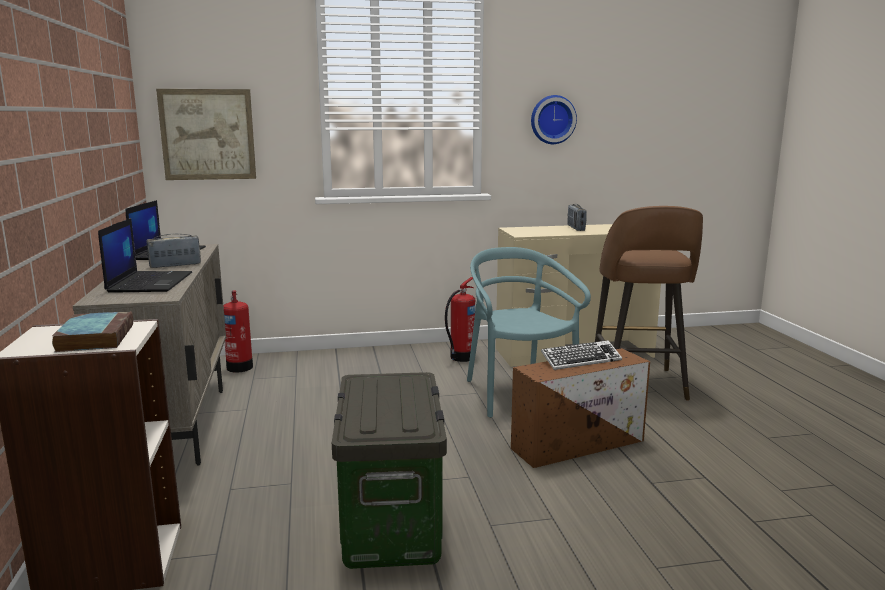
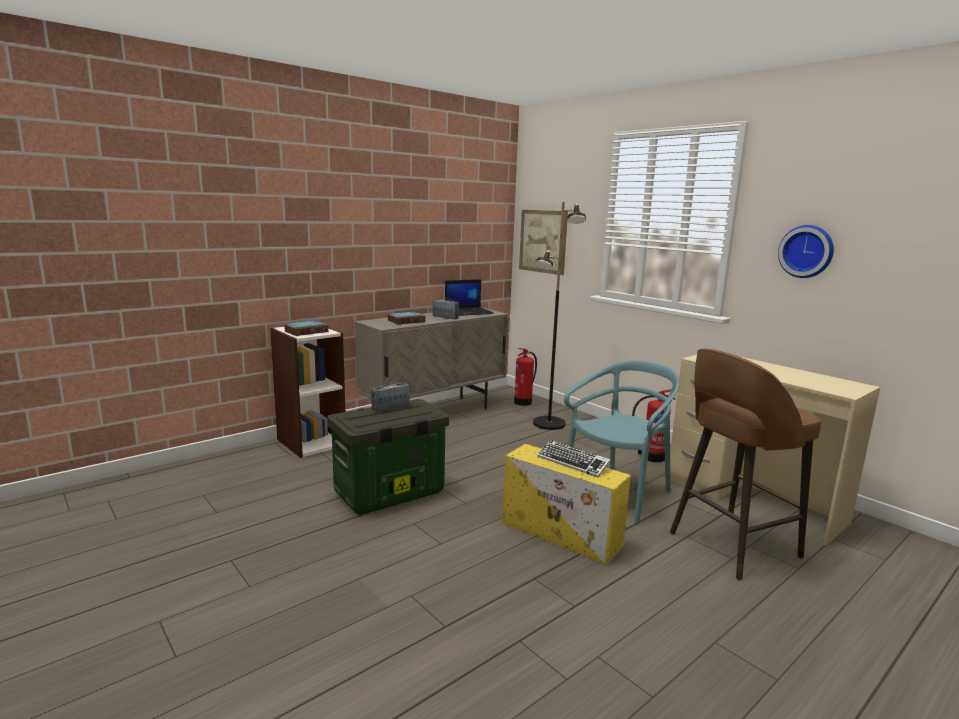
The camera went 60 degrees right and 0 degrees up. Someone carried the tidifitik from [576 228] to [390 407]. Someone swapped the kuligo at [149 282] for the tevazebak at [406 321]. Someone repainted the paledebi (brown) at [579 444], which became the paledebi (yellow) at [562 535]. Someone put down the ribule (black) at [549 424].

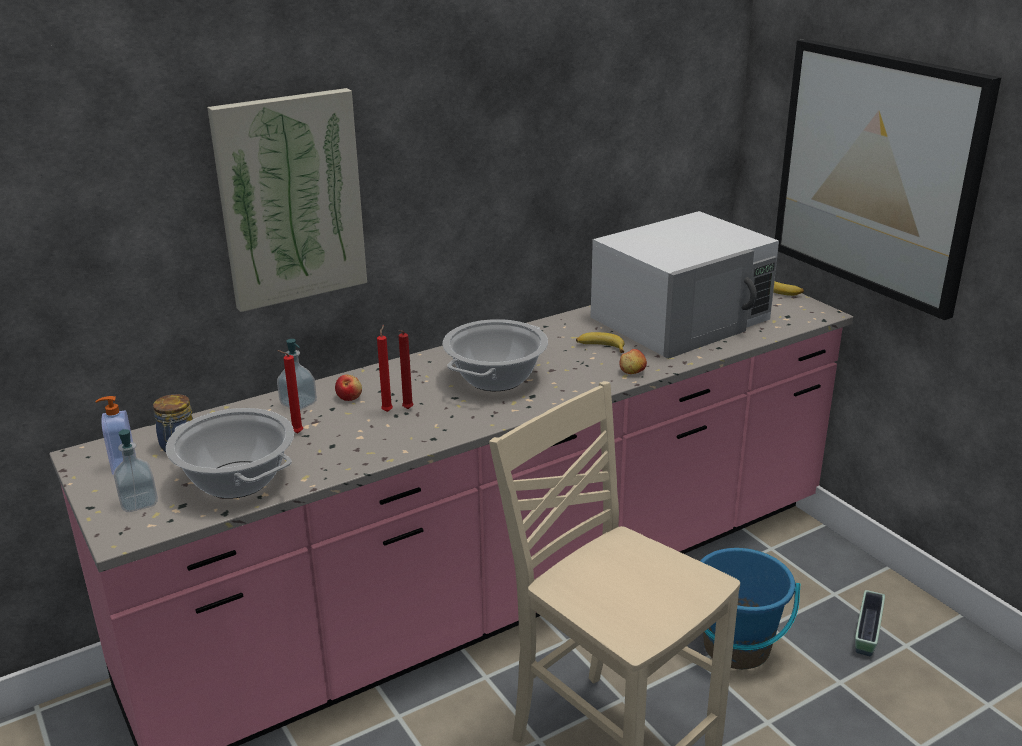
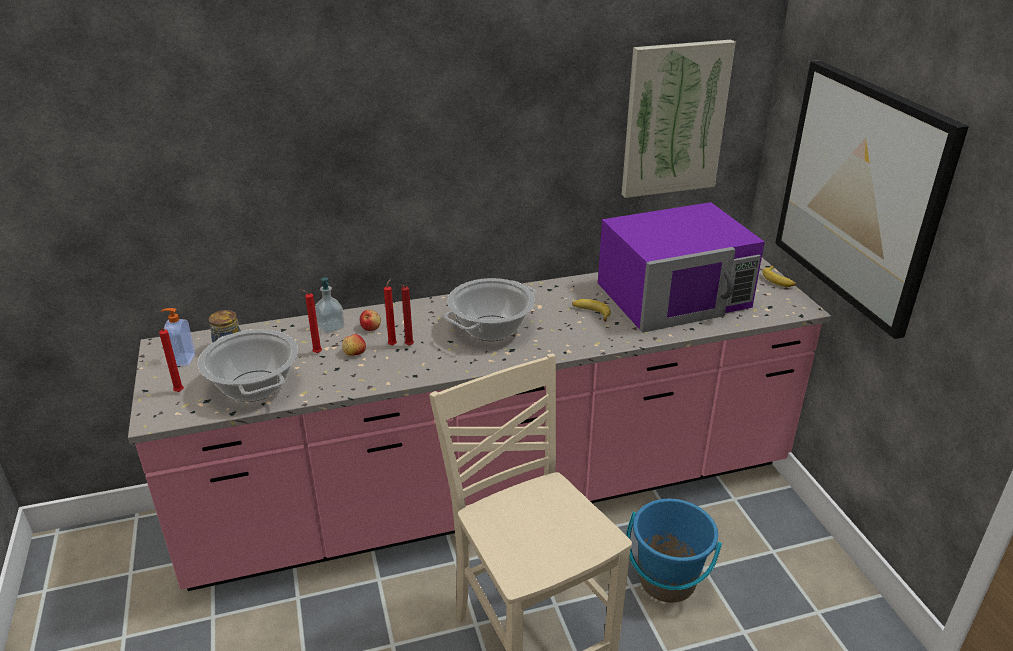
The camera went 15 degrees right and 5 degrees up. Someone carried the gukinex from [290 199] to [674 119]. Someone repainted the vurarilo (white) at [682 318], which became the vurarilo (purple) at [674 295]. Someone carried the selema from [632 372] to [354 353]. Someone swapped the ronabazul at [139 502] for the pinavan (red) at [179 393]. Someone took away the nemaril at [867 631].

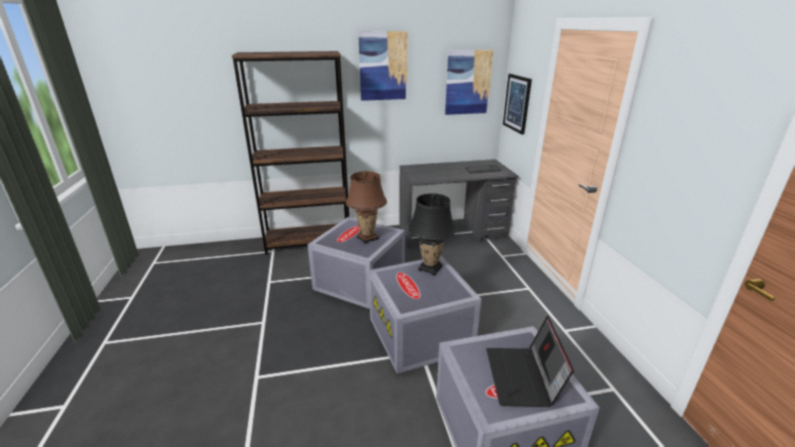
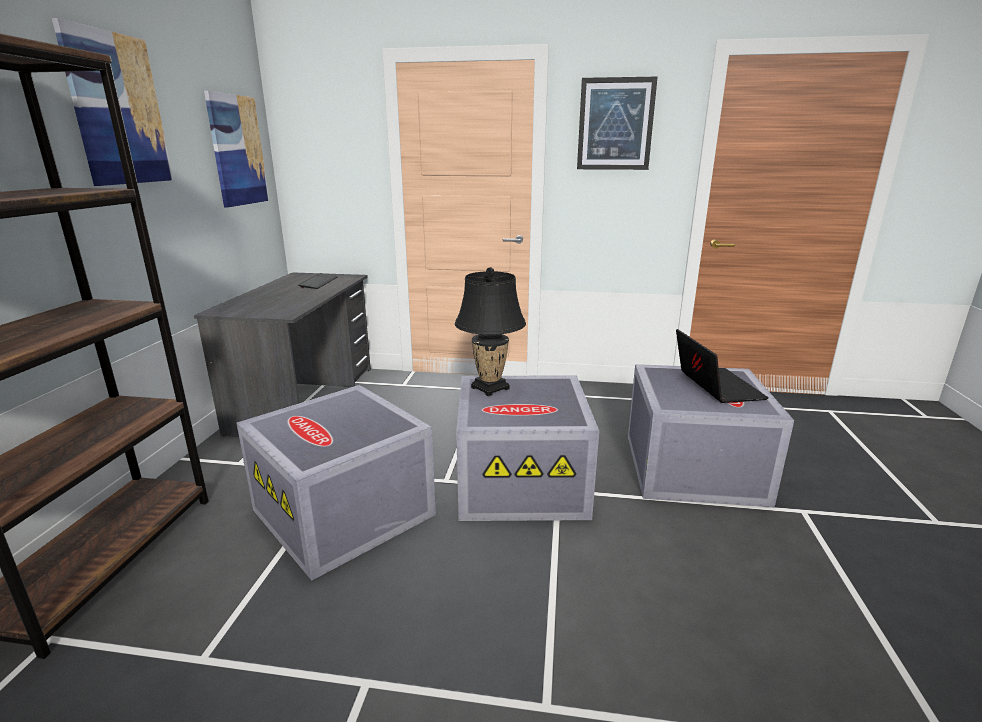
The camera went 70 degrees left and 5 degrees down. Someone carried the gukinex from [517 103] to [615 124]. Someone took away the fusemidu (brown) at [367 238]. Someone rotated the kuligo at [523 378] by 120 degrees counterclockwise.

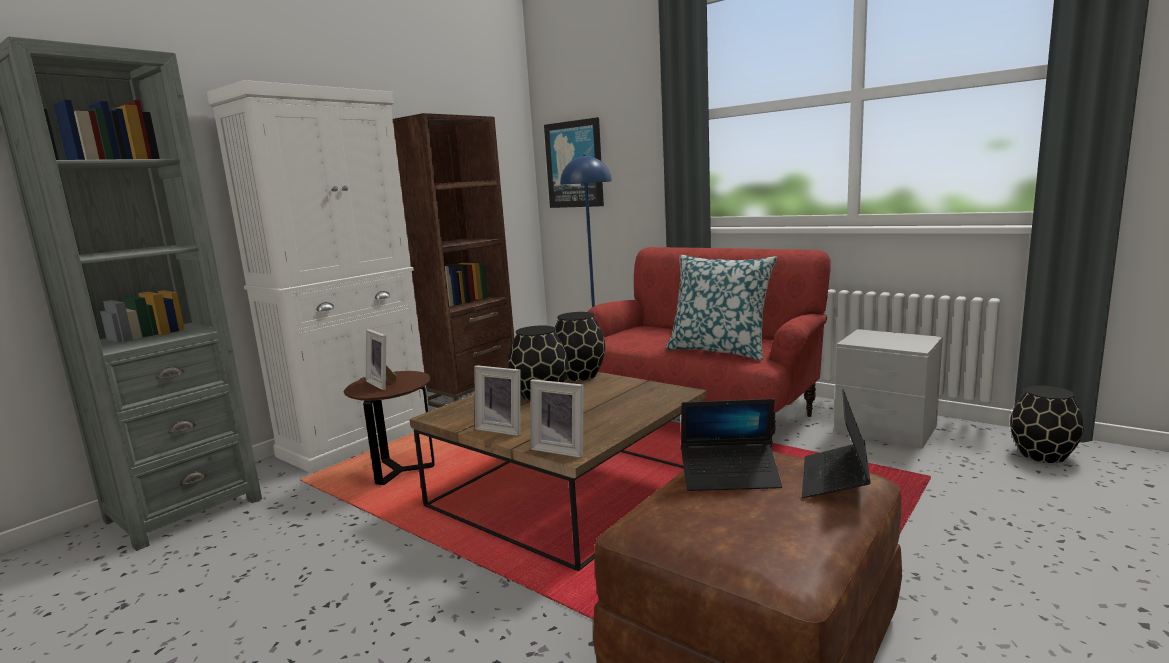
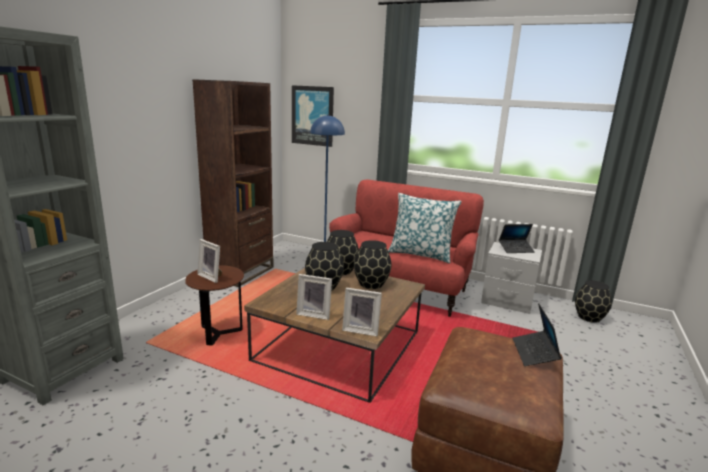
The camera went 15 degrees left and 5 degrees up. Someone took away the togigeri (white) at [358 439]. Someone carried the kuligo from [730 476] to [516 249]. Someone put down the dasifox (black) at [371 284].

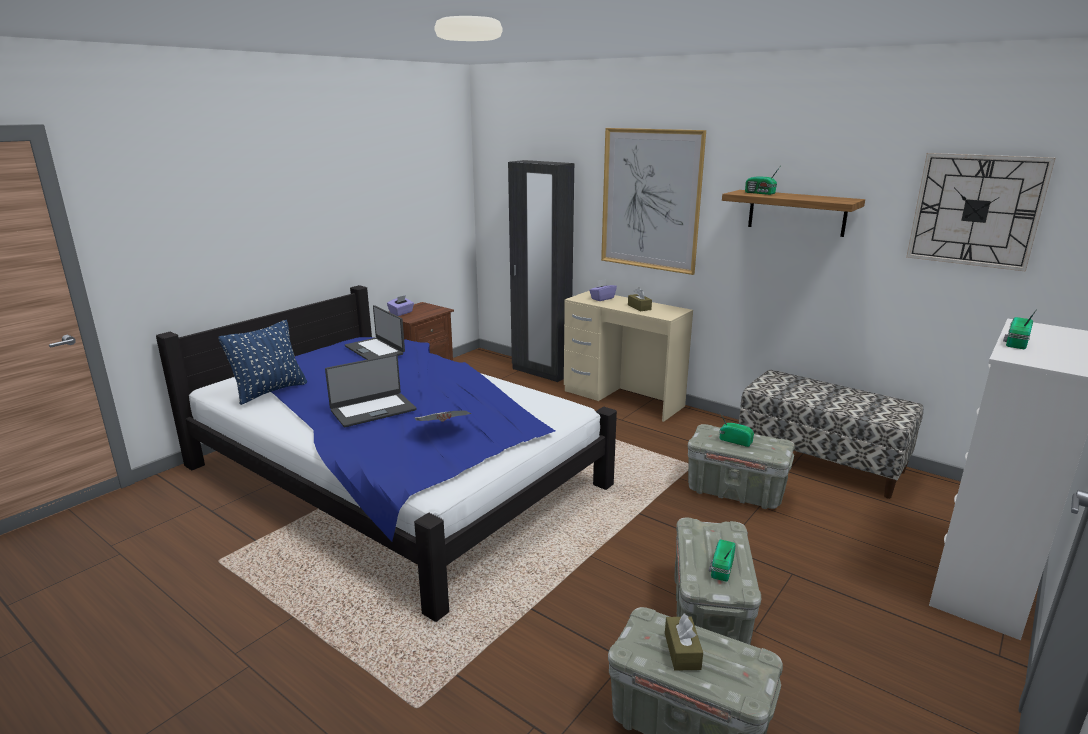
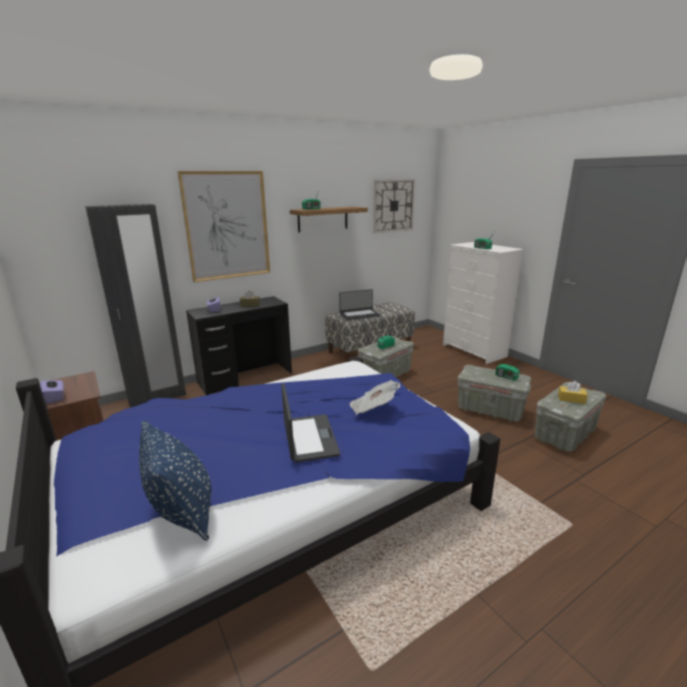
The camera went 70 degrees left and 0 degrees up. Someone repainted the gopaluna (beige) at [623 398], which became the gopaluna (black) at [245 377]. Someone carried the kuligo from [375 350] to [359 314]. Someone repainted the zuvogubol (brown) at [682 651], which became the zuvogubol (yellow) at [571 399].

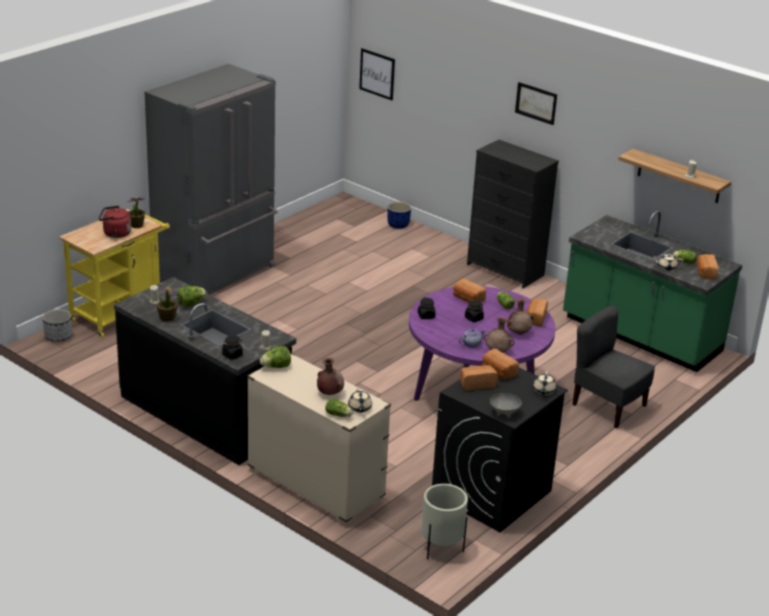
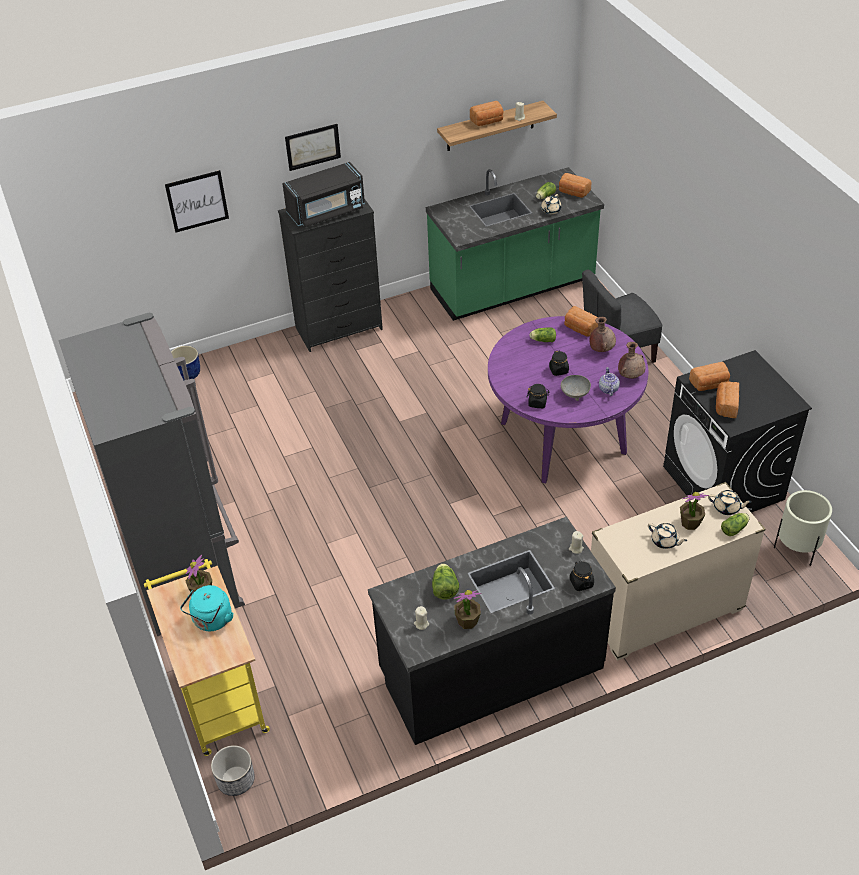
The camera went 60 degrees left and 15 degrees up. Someone carried the gukinex from [377 74] to [197 201]. Someone repainted the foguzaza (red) at [115 233], which became the foguzaza (turquoise) at [211 621]. Someone carried the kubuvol from [467 299] to [487 121]. Someone took away the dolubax at [276 367]. Someone swapped the dasifox (brown) at [329 393] for the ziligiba at [690 523]. Someone carried the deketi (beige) from [544 391] to [665 541]. Someone carried the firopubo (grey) from [505 412] to [575 394]. Someone put down the vurarilo (black) at [326 211].

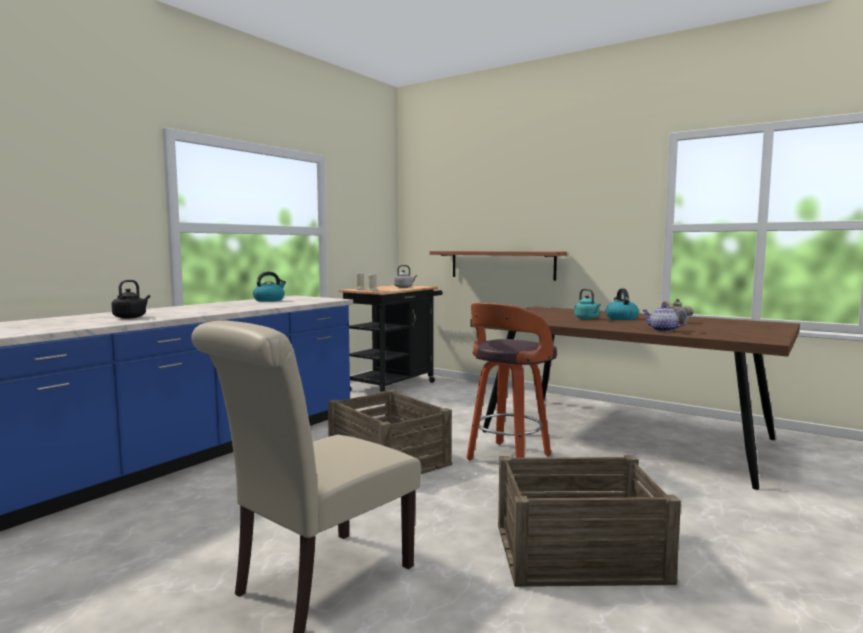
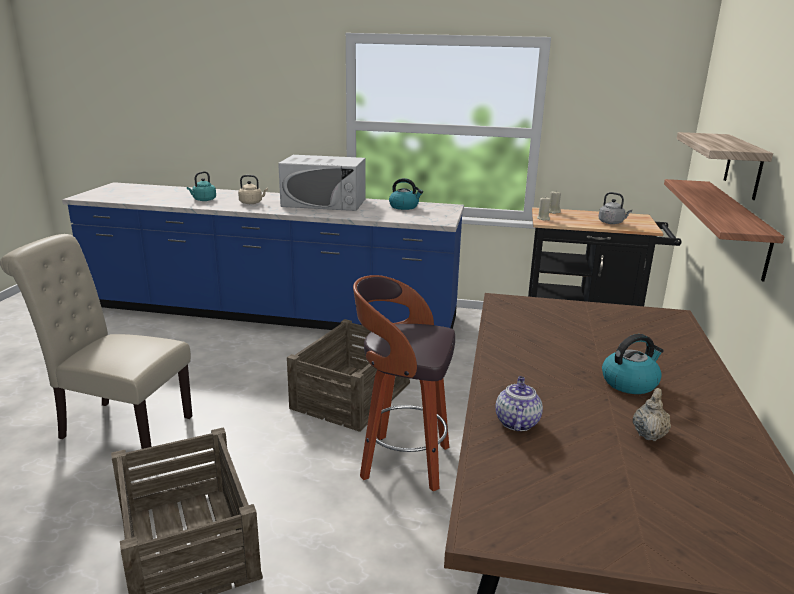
The camera went 65 degrees right and 15 degrees up. Someone repainted the foguzaza (black) at [131 317], which became the foguzaza (beige) at [252 203]. Someone carried the foguzaza (turquoise) from [587 318] to [203 200]. Someone put up the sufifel at [744 166]. Someone put down the vurarilo (white) at [324 202].

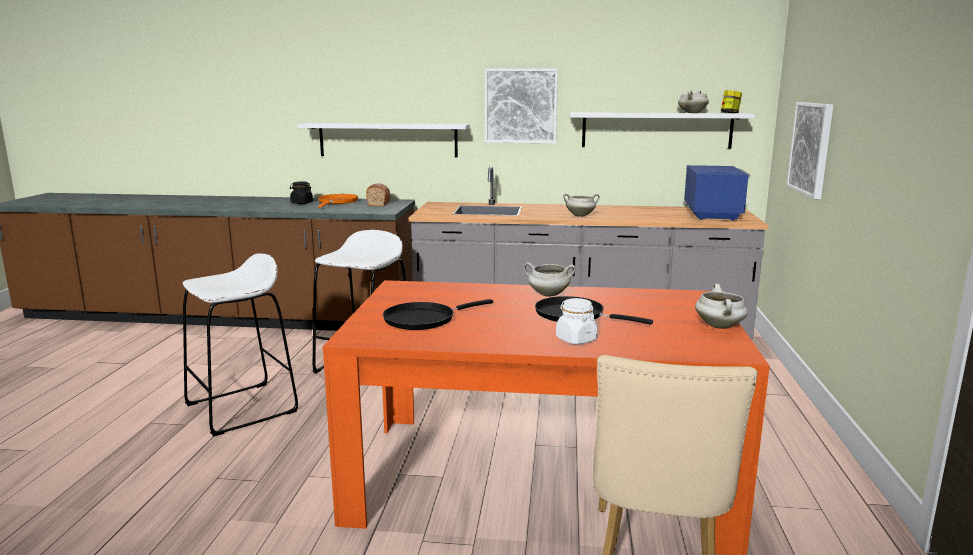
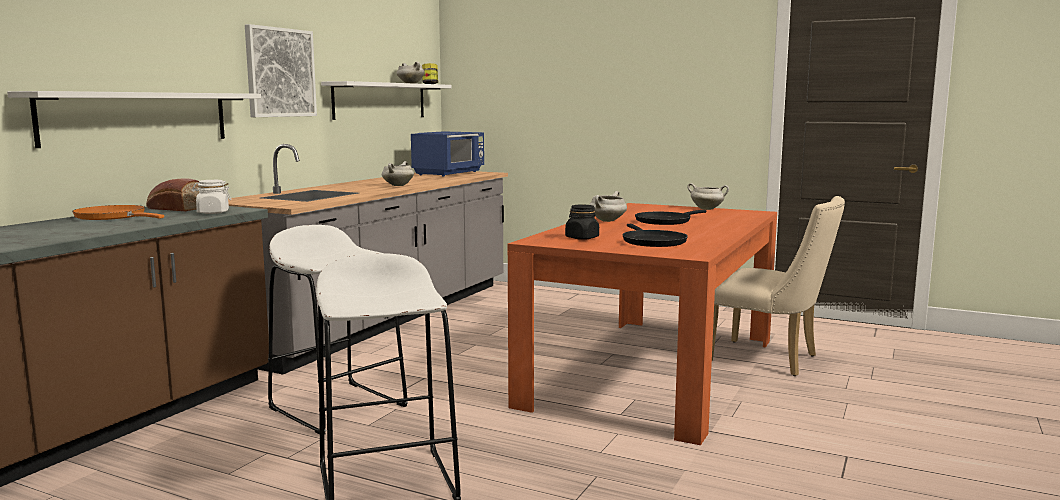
The camera went 70 degrees left and 5 degrees down. Someone took away the gukinex at [811 148]. Someone rotated the vurarilo (blue) at [712 214] by 90 degrees clockwise. Someone carried the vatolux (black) from [301 203] to [582 238]. Someone carried the vatolux (white) from [576 339] to [213 212].

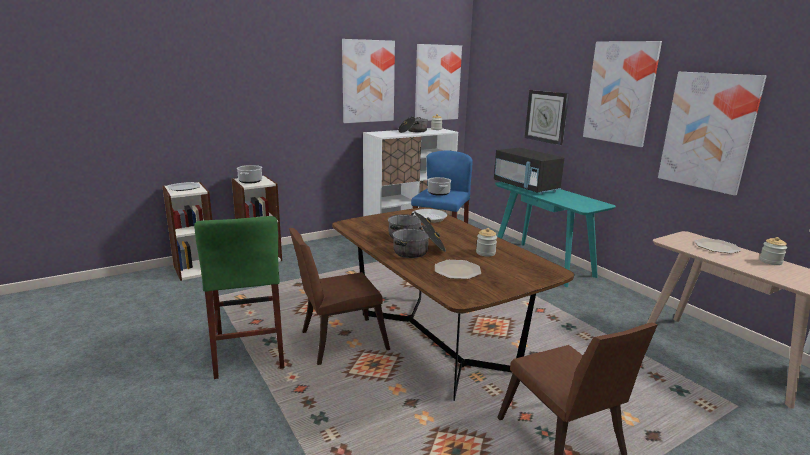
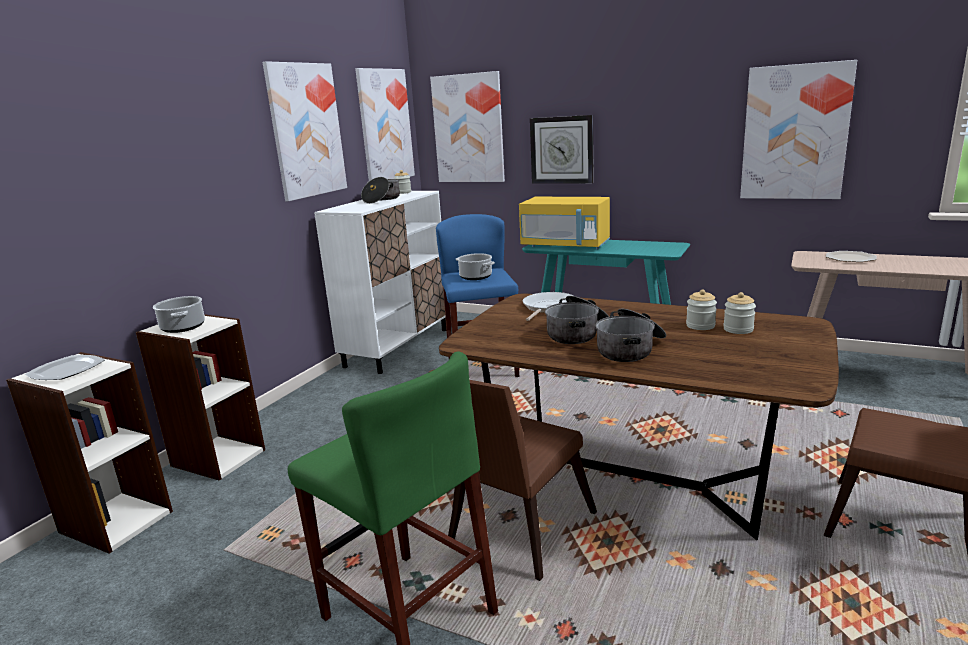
The camera went 30 degrees left and 0 degrees up. Someone carried the gukinex from [620 93] to [468 129]. Someone repainted the vurarilo (black) at [525 187], which became the vurarilo (yellow) at [565 246]. Someone carried the vatolux from [770 261] to [738 329]. Someone took away the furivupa at [457 271].

